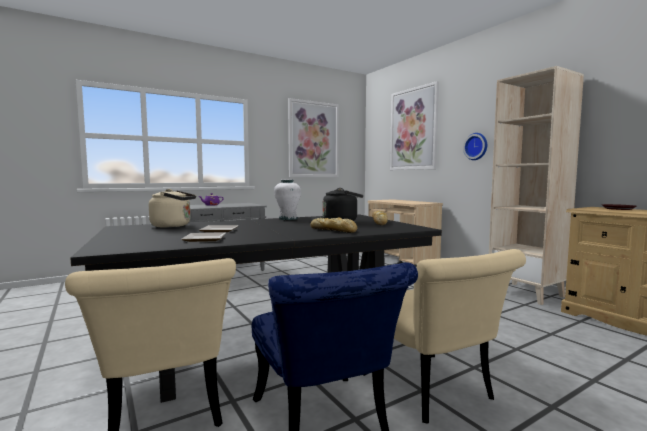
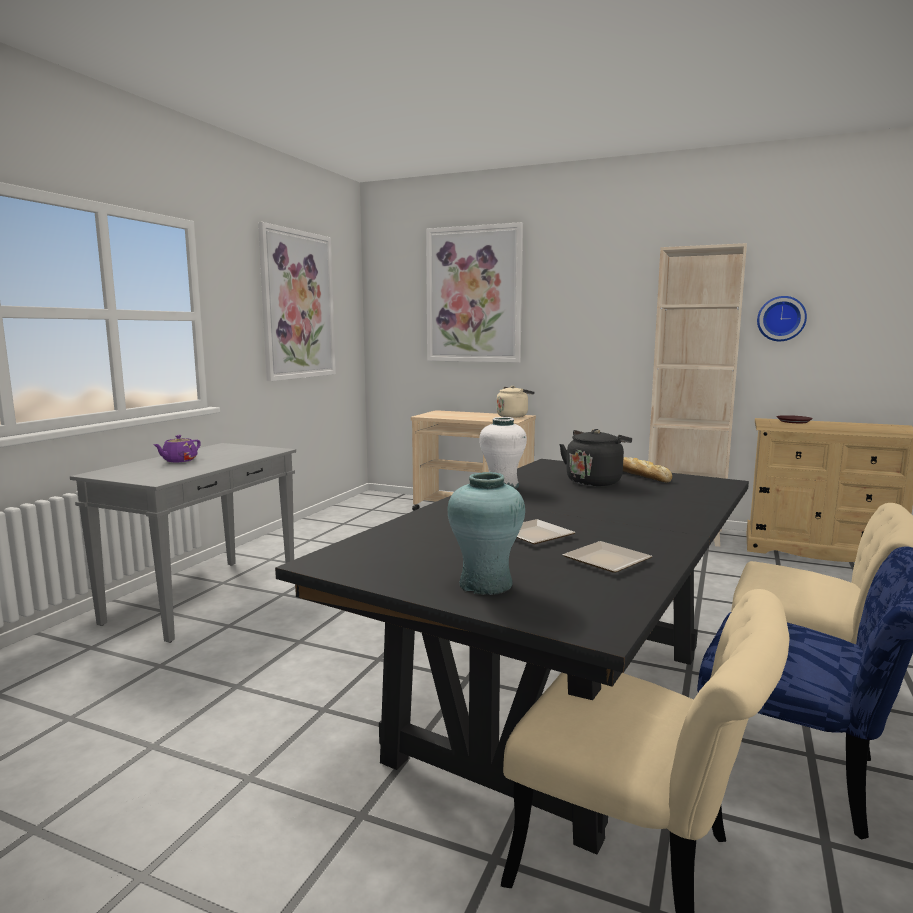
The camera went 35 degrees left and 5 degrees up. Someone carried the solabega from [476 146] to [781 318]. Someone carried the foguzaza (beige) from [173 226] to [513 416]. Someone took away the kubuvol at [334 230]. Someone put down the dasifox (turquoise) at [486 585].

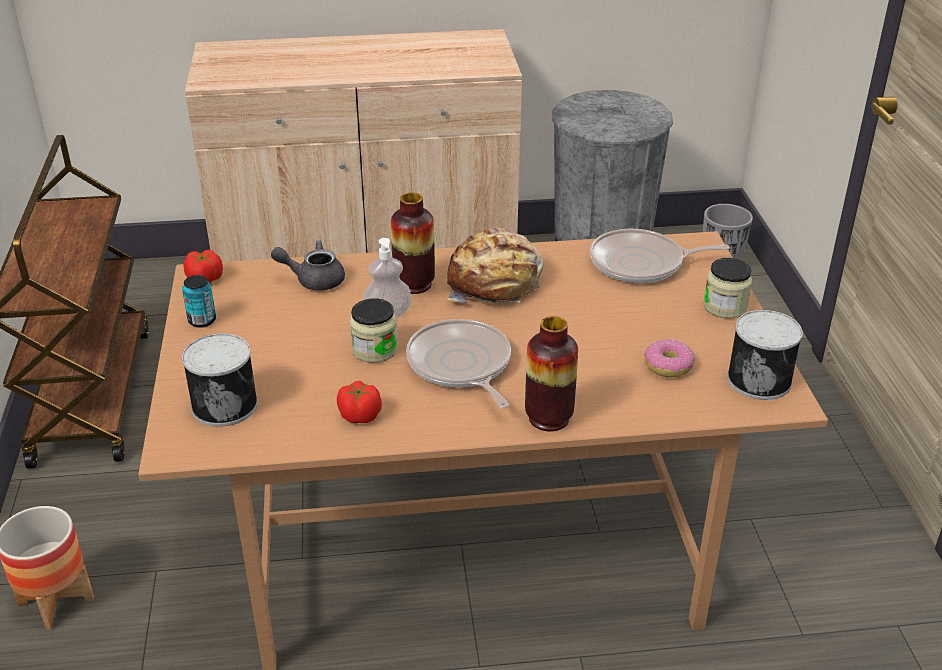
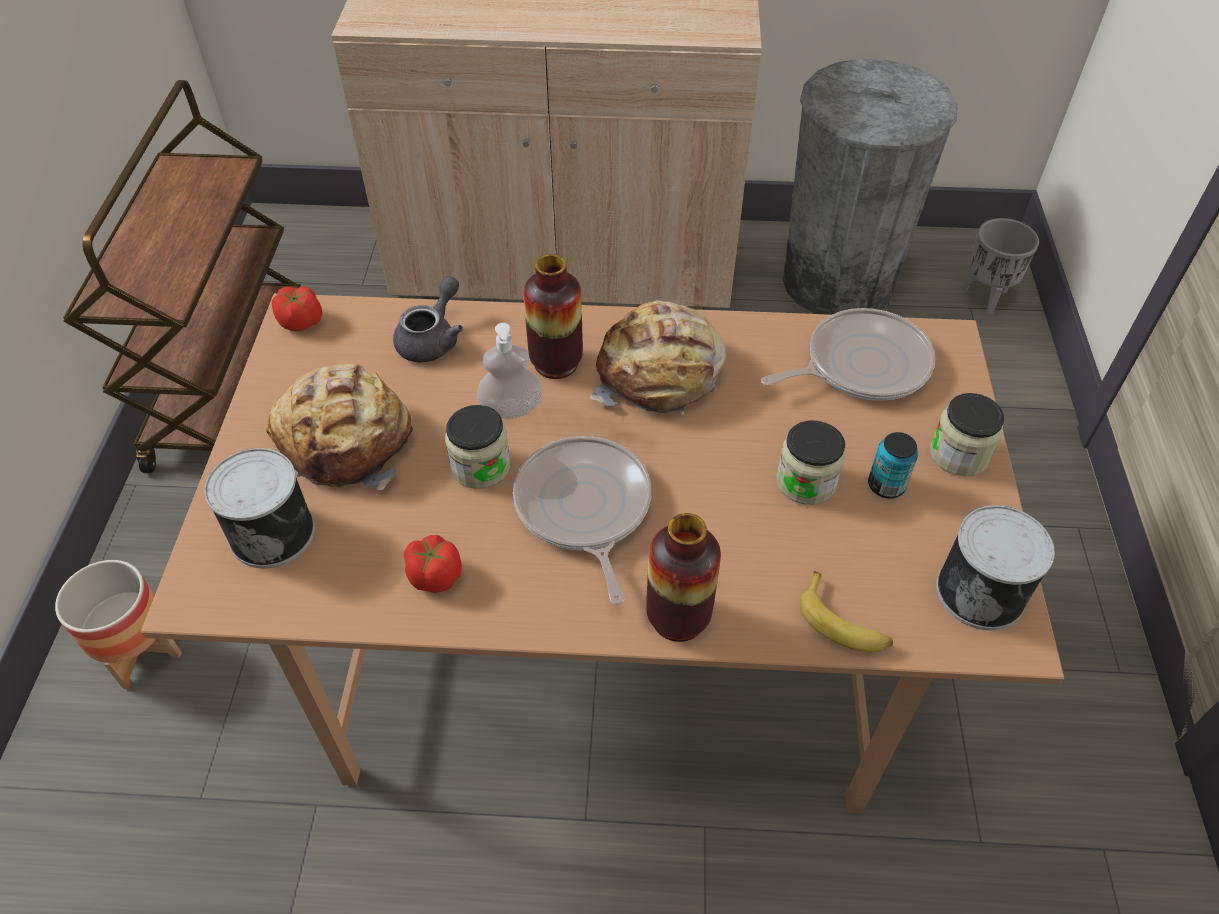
The camera went 10 degrees right and 15 degrees up. Someone rotated the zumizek at [641 264] by 150 degrees clockwise. Someone rotated the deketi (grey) at [314 280] by 105 degrees clockwise. Someone carried the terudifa from [202 321] to [886 485]. Someone took away the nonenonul at [668 366]. Someone put down the kubuvol at [347 439]. Someone put down the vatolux at [806 482]. Someone put down the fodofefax at [843 622].

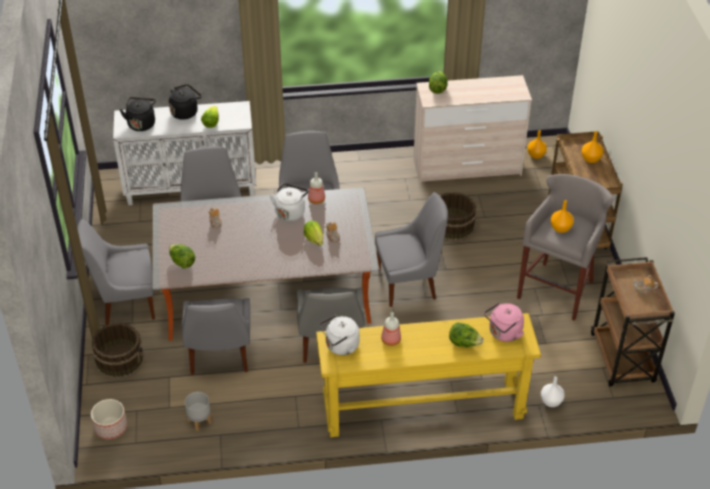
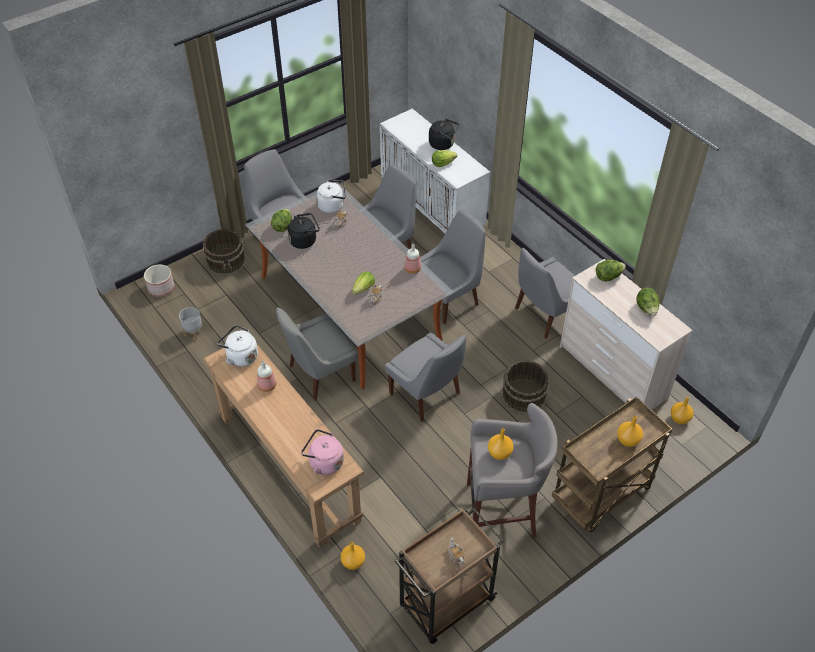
The camera went 60 degrees right and 5 degrees up. Someone carried the foguzaza (black) from [141 123] to [304 240]. Someone carried the foguzaza (white) from [290 212] to [332 206]. Someone carried the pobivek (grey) from [219 356] to [545 315]. Someone repainted the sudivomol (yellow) at [423 407], which became the sudivomol (brown) at [289 467]. Someone carried the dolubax from [464 343] to [646 309]. Someone repainted the dasifox (white) at [551 402], which became the dasifox (orange) at [353 562].

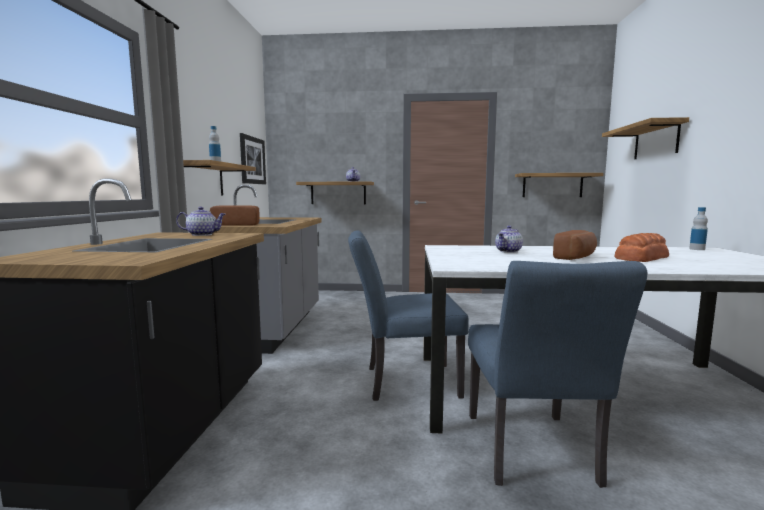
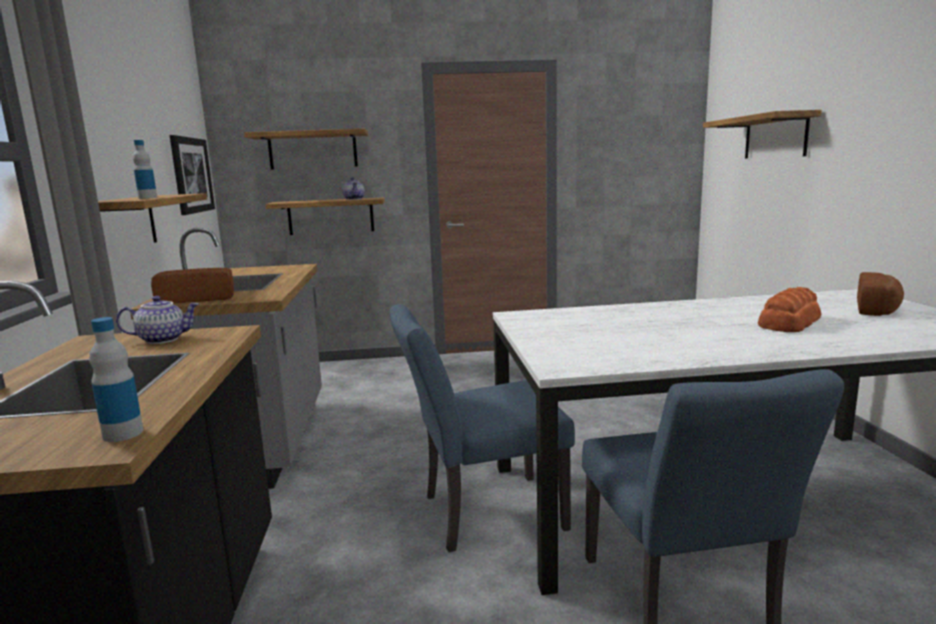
The camera went 10 degrees left and 5 degrees up. Someone carried the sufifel from [552 185] to [313 150]. Someone carried the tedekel from [697 249] to [123 433]. Someone took away the deketi at [509 251]. Someone carried the kubuvol from [577 257] to [878 309].

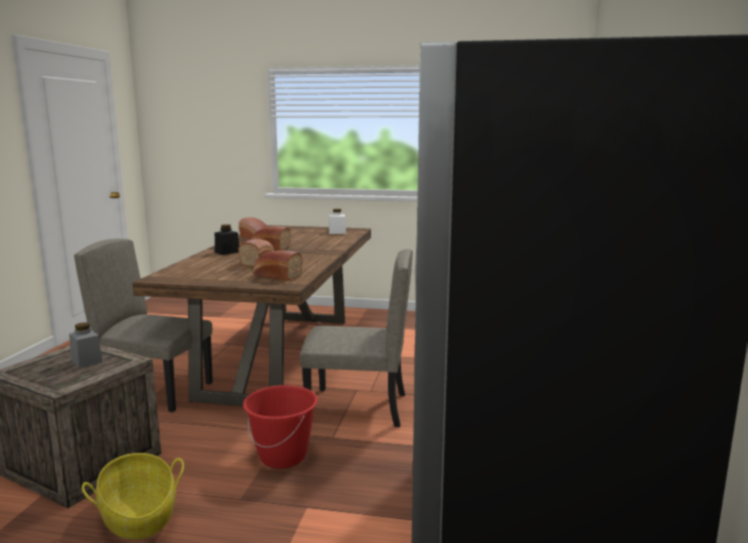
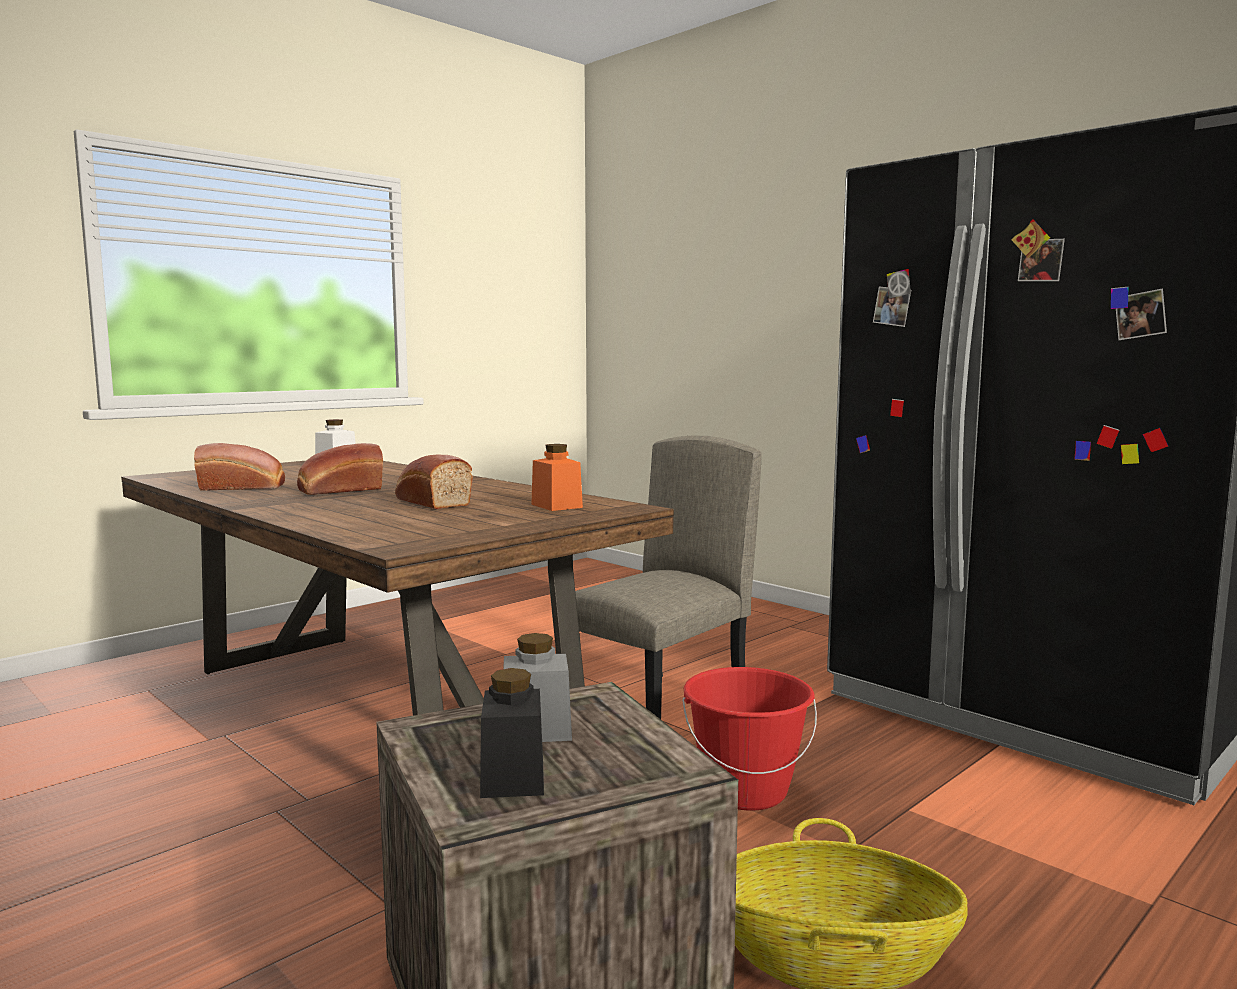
The camera went 55 degrees left and 5 degrees down. Someone carried the vatolux (black) from [227 252] to [513 778]. Someone took away the pobivek (beige) at [157 391]. Someone swapped the kubuvol at [276 276] for the vatolux (orange) at [556 506].

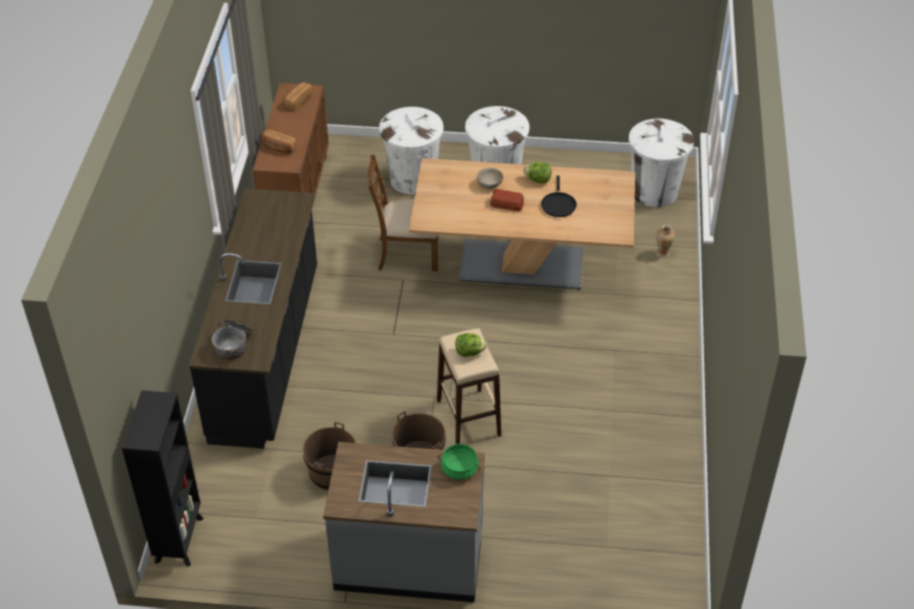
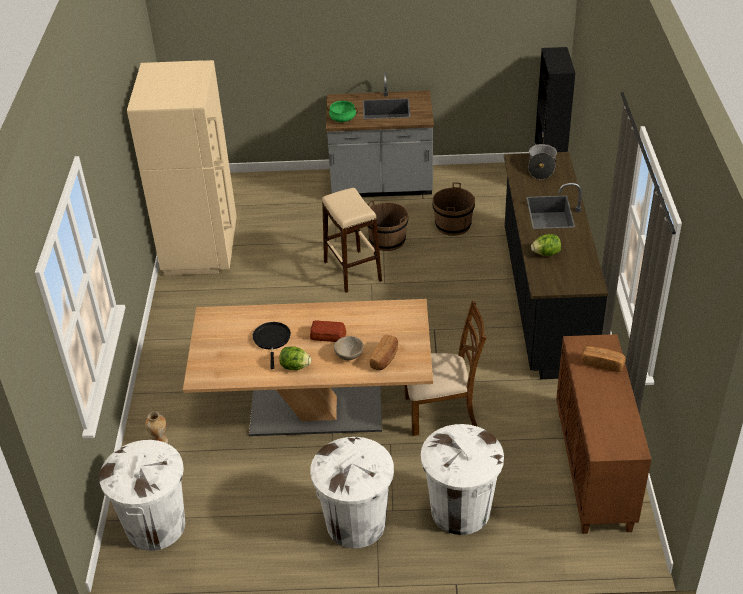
The camera went 175 degrees right and 5 degrees down. Someone carried the kubuvol from [297 101] to [385 358]. Someone carried the dolubax from [469 352] to [546 253]. Someone put down the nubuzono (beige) at [201 249].

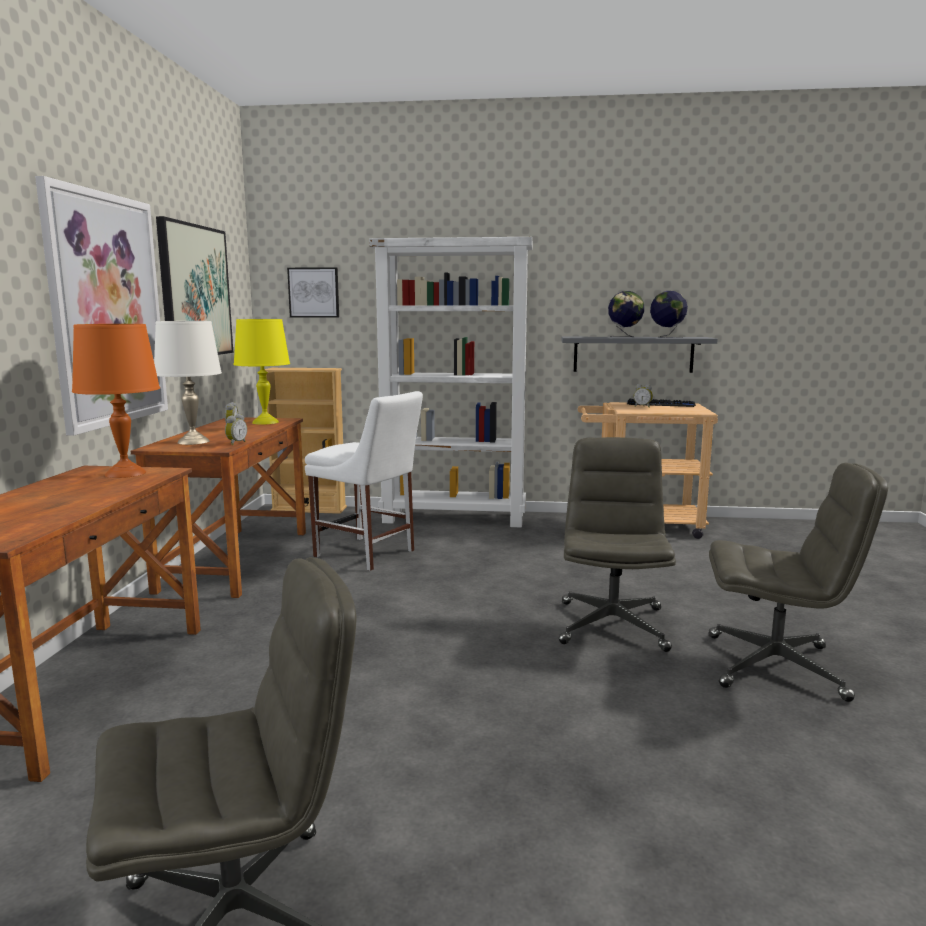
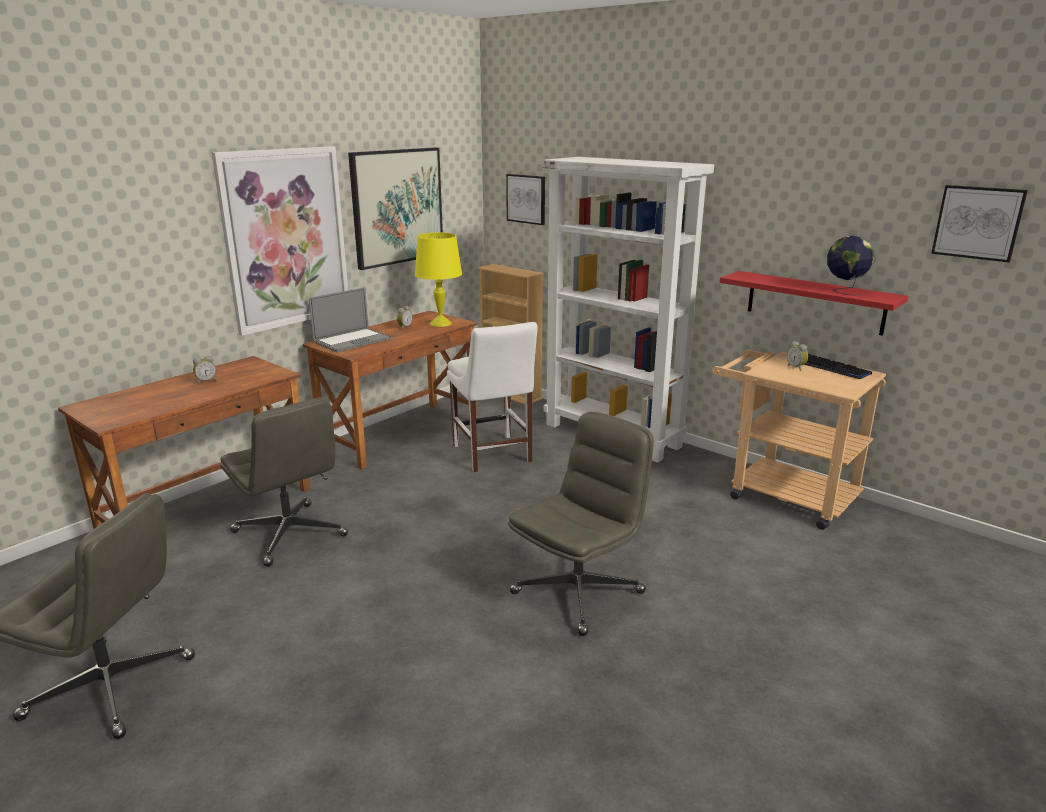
The camera went 35 degrees right and 10 degrees up. Someone took away the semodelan at [625 337]. Someone swapped the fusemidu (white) at [193 441] for the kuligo at [353 341]. Someone took away the fusemidu (orange) at [126 473]. Someone repainted the sufifel (grey) at [633 354], which became the sufifel (red) at [814 302]. Someone carried the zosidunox from [235 443] to [206 381]. Someone carried the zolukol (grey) from [776 666] to [290 534]. Someone put up the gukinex at [978 222].

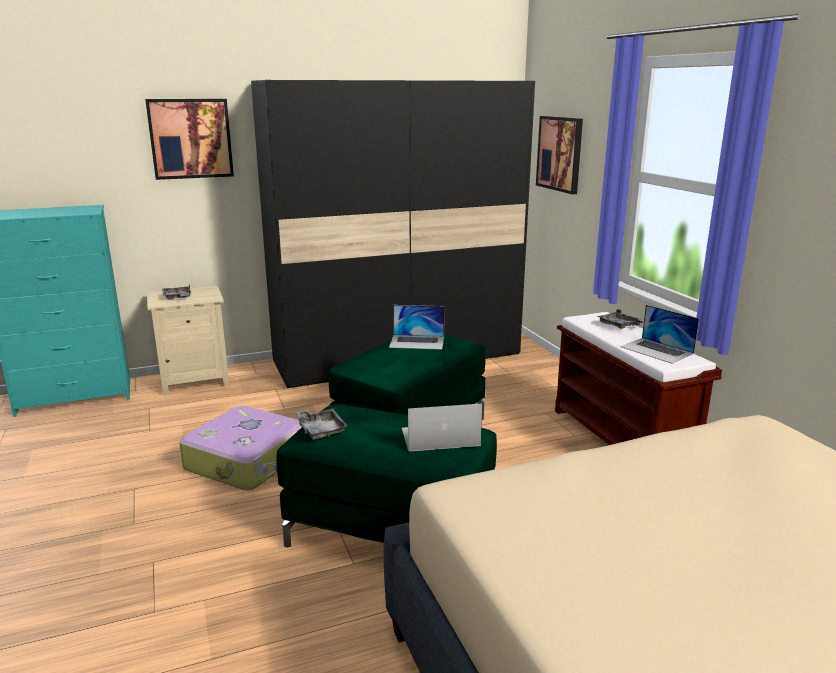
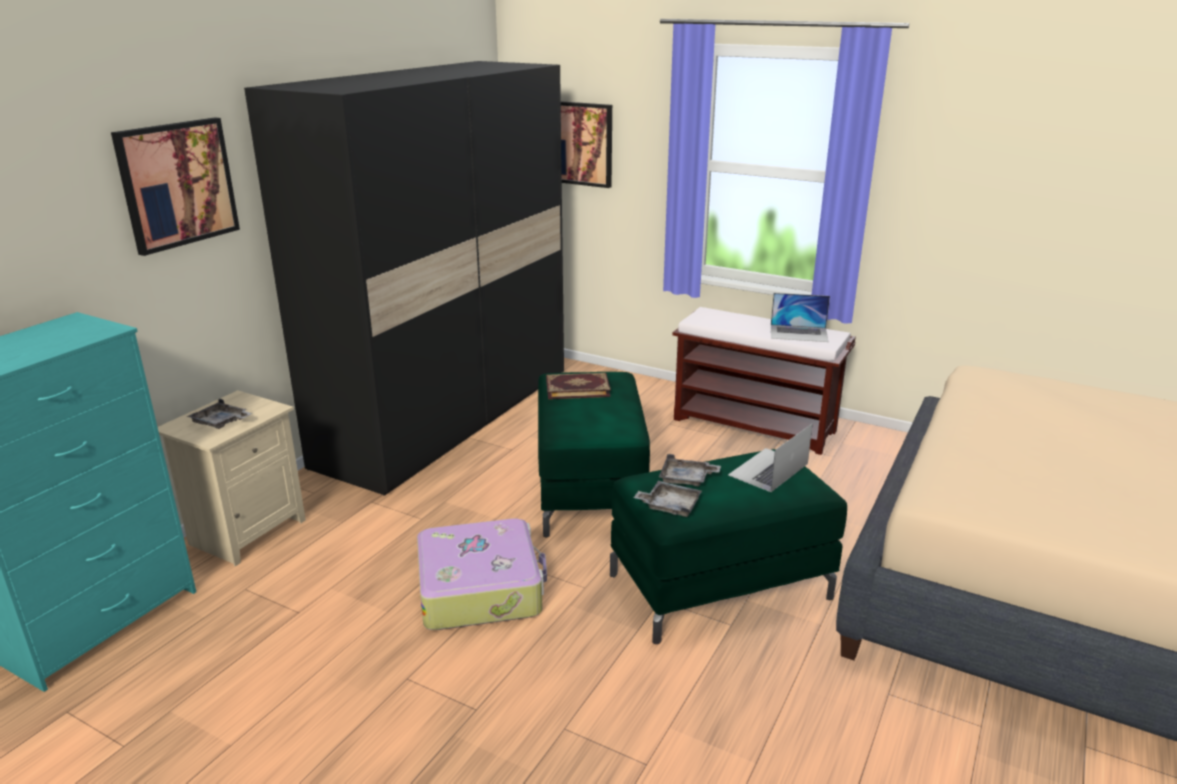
The camera went 40 degrees left and 5 degrees up. Someone swapped the kuligo at [417 342] for the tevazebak at [577 388]. Someone carried the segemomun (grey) from [620 325] to [686 479].

